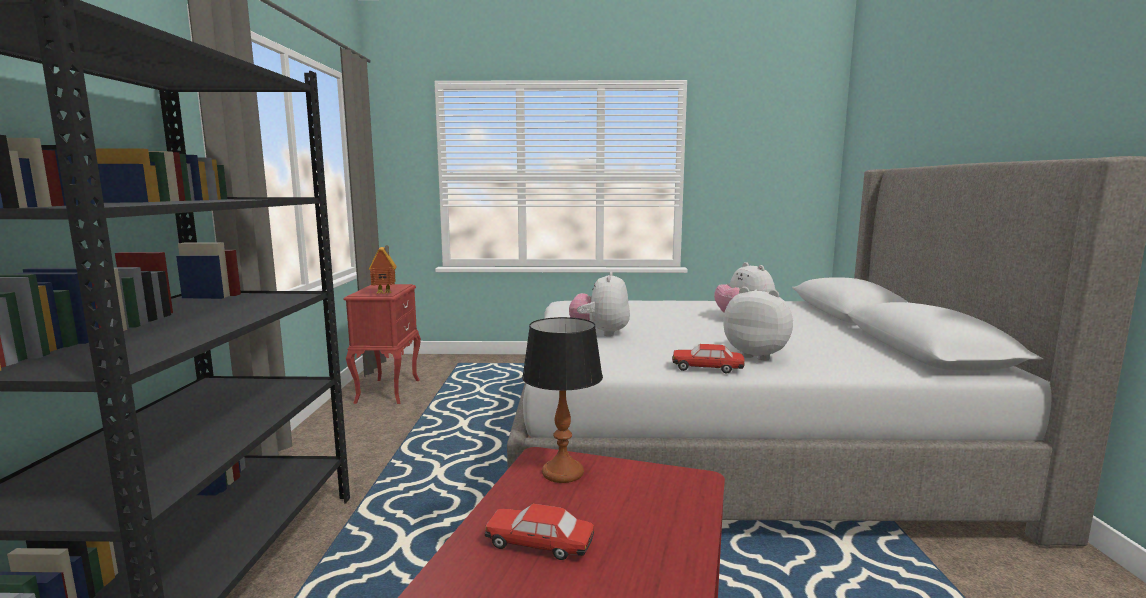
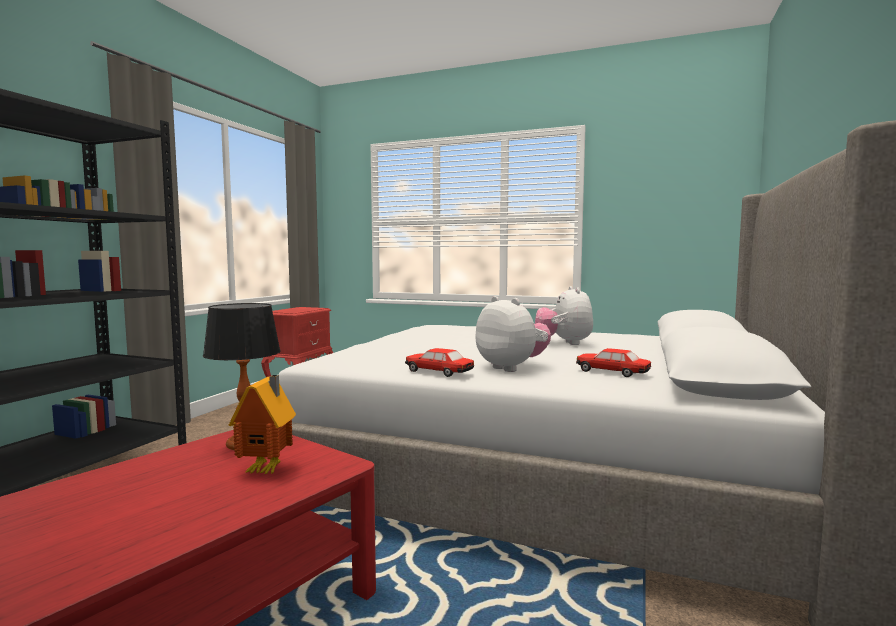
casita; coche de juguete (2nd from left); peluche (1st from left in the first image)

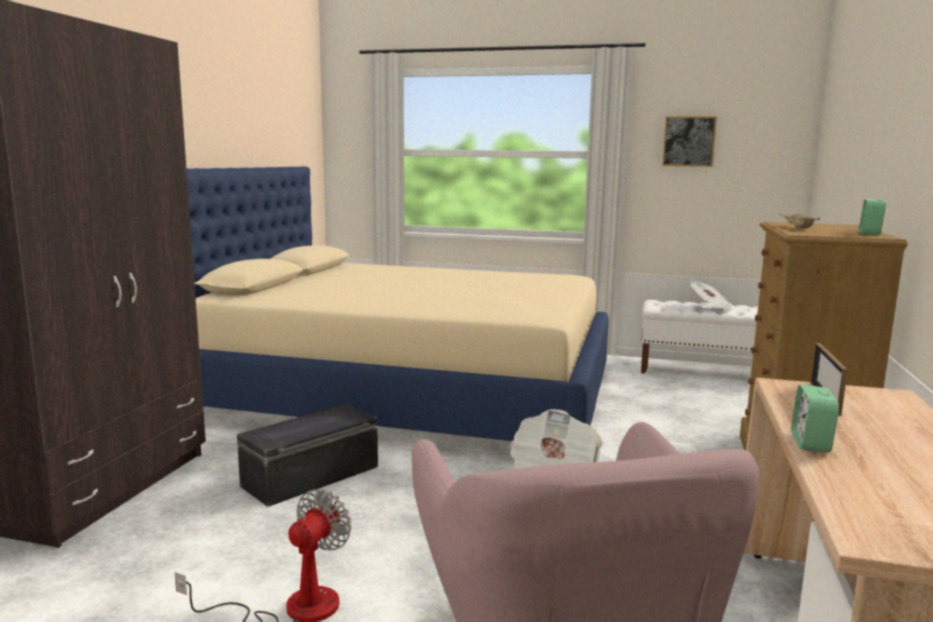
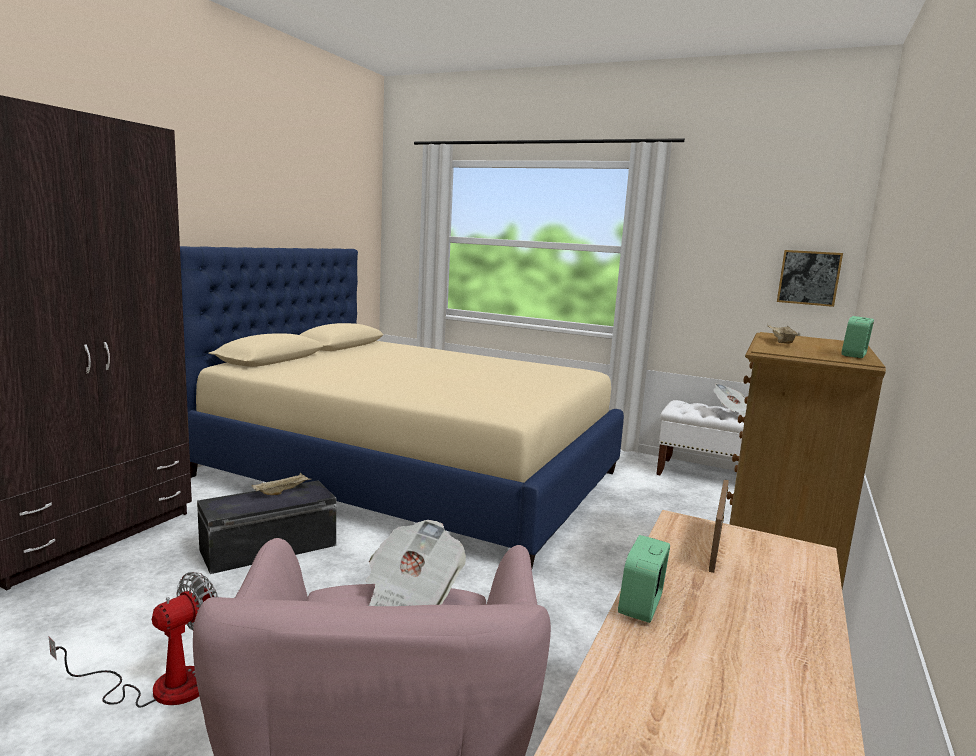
bandeja/beis (1st from left); cuadro

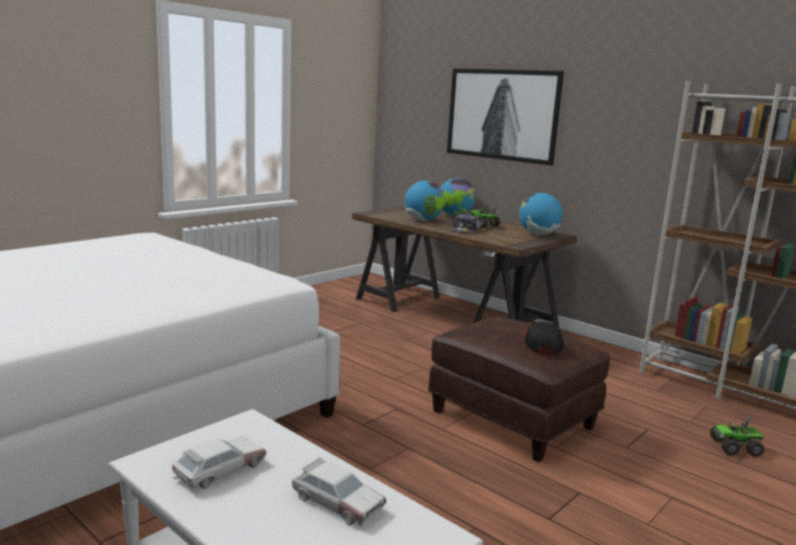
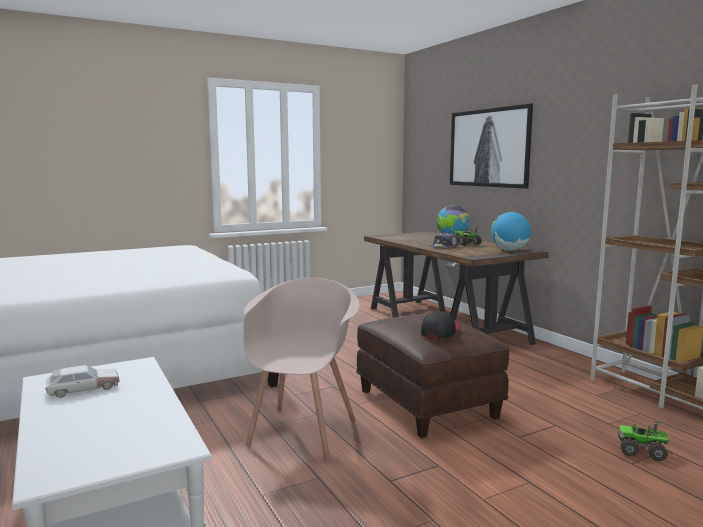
silla/beis; coche de juguete (2nd from left in the first image); globo terráqueo (1st from left in the first image)

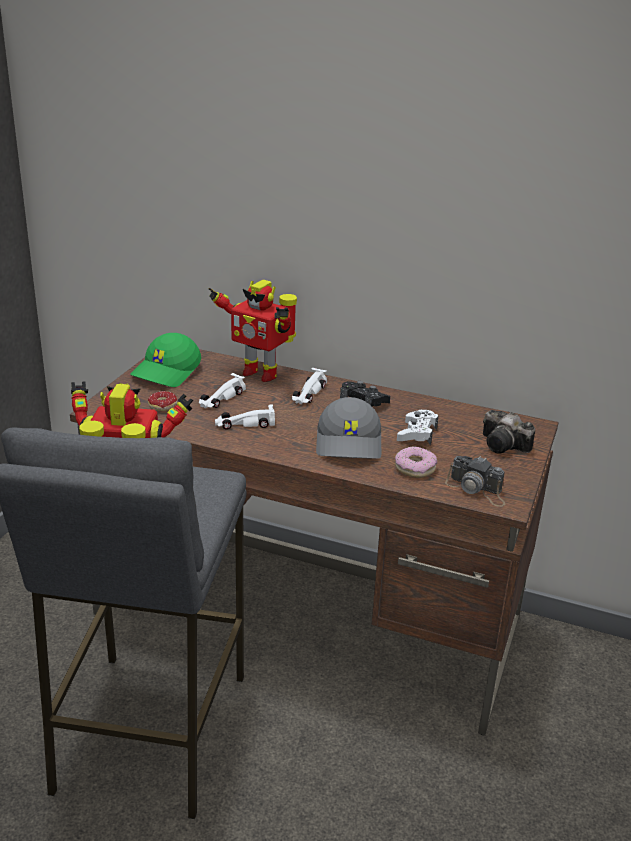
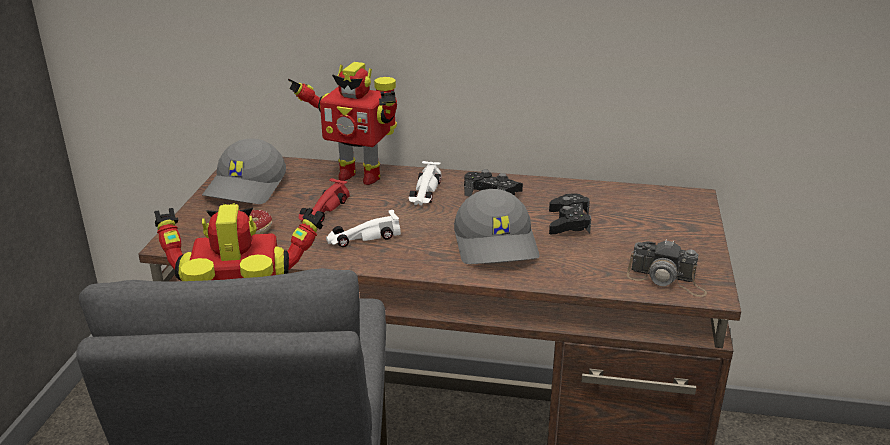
gorra/gris (1st from left); coche de juguete/rojo; mando de consola/negro (2nd from left); rosquilla (2nd from left in the first image); cámara (2nd from left in the first image)

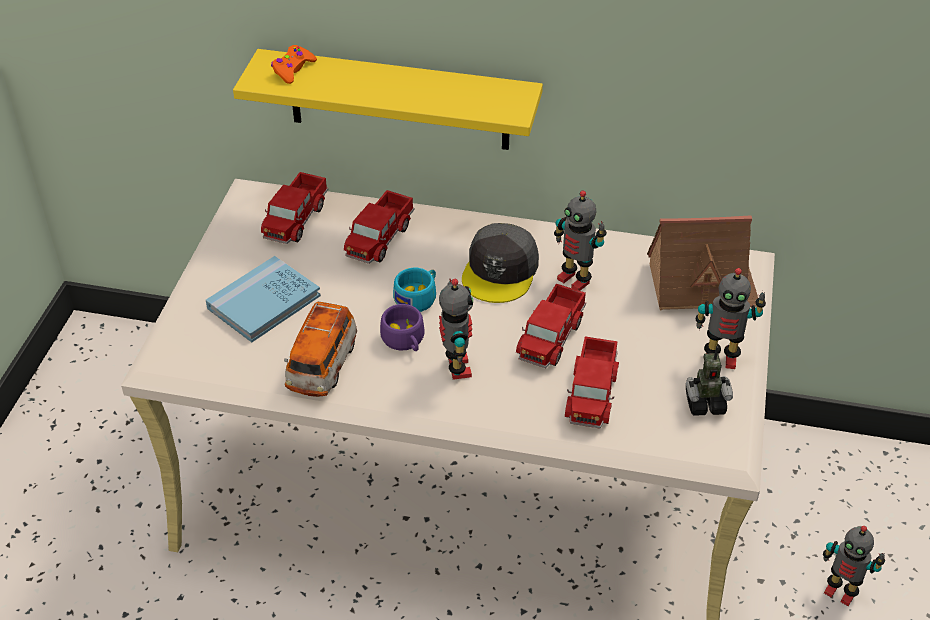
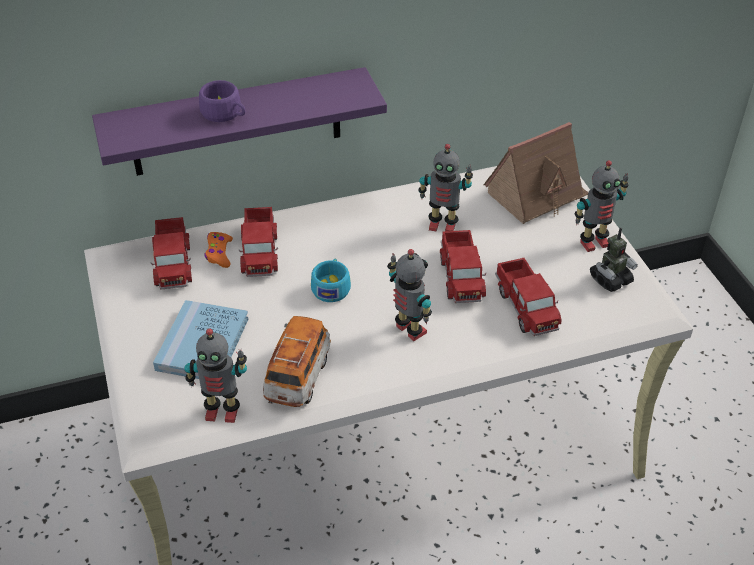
estante/morado; robot de juguete (1st from left); taza/morado; mando de consola/naranja; coche de juguete; gorra/gris

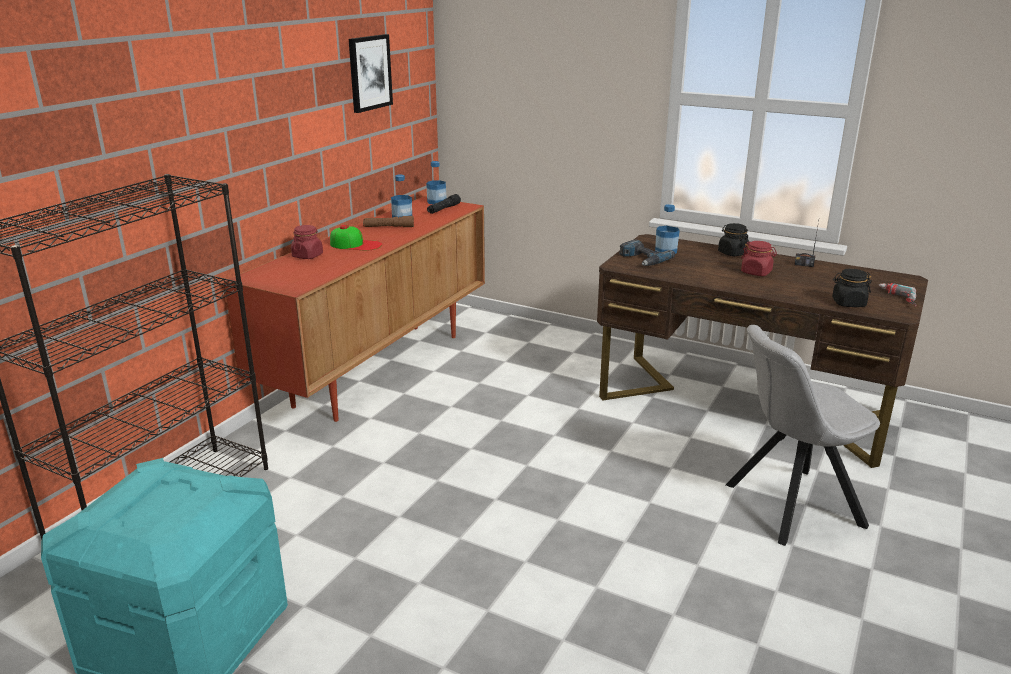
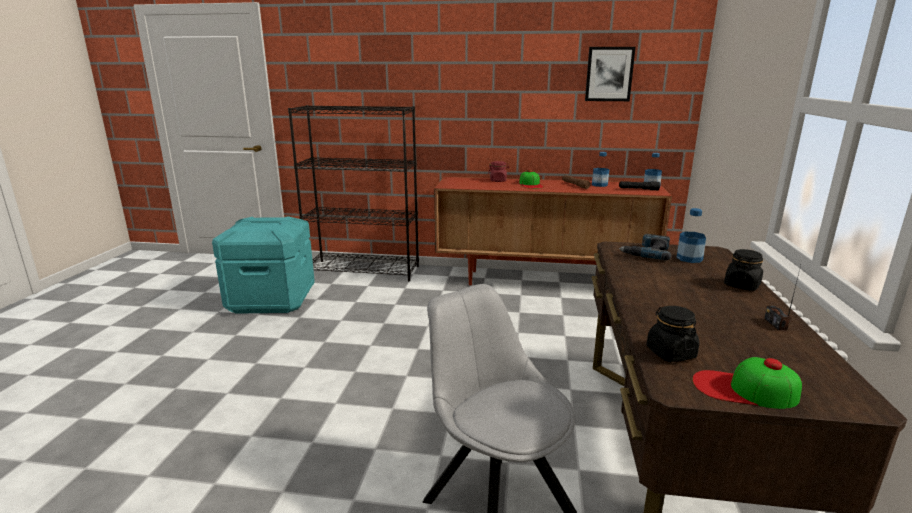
gorra (2nd from left); tarro/rojo (2nd from left in the first image)

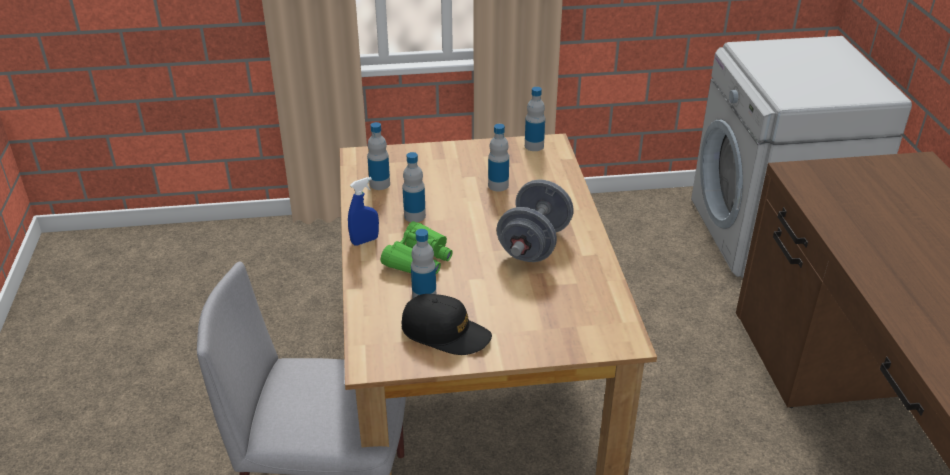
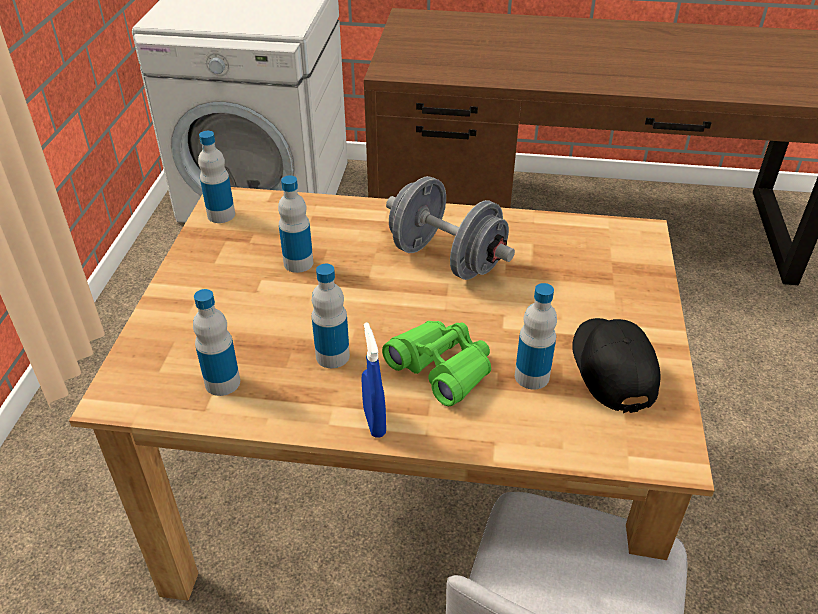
gorra/negro

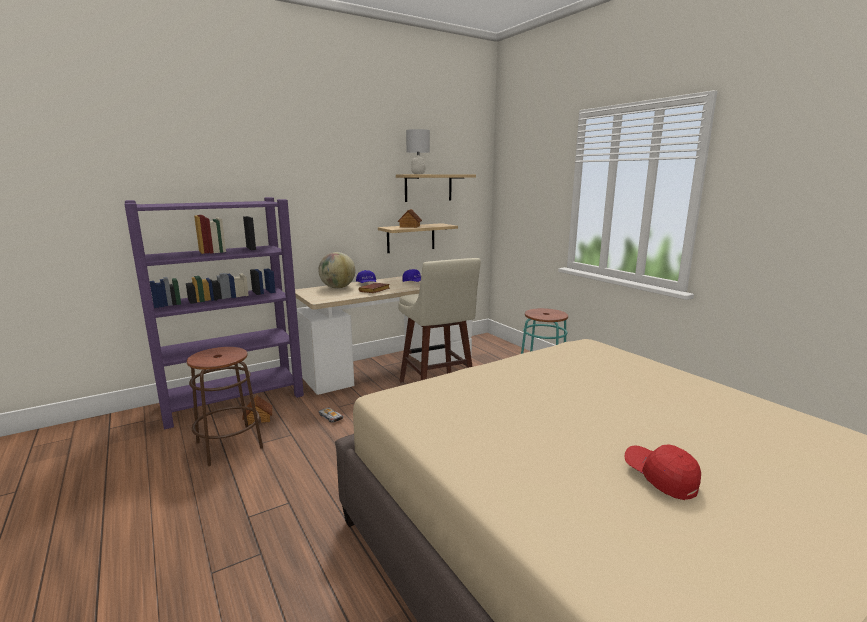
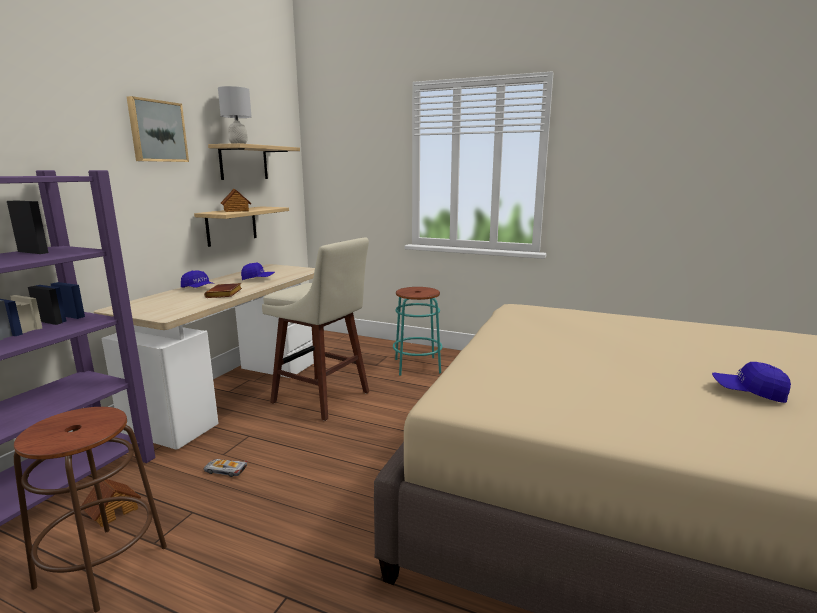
cuadro; gorra/azul (3rd from left); globo terráqueo

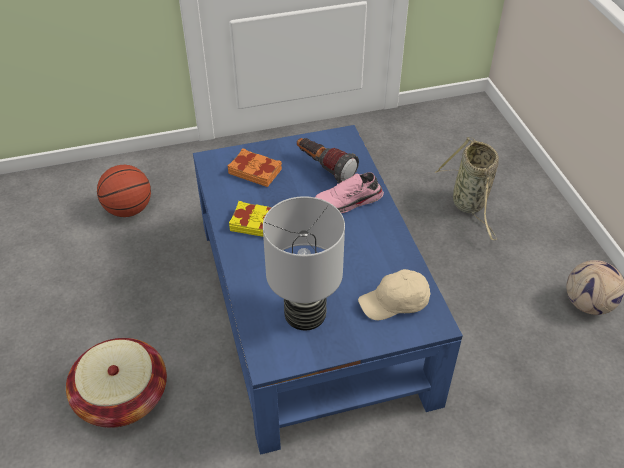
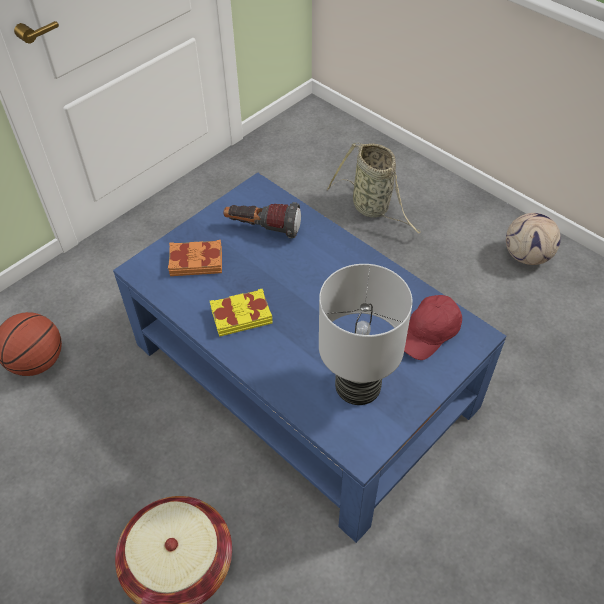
gorra/rojo; zapato/rosa

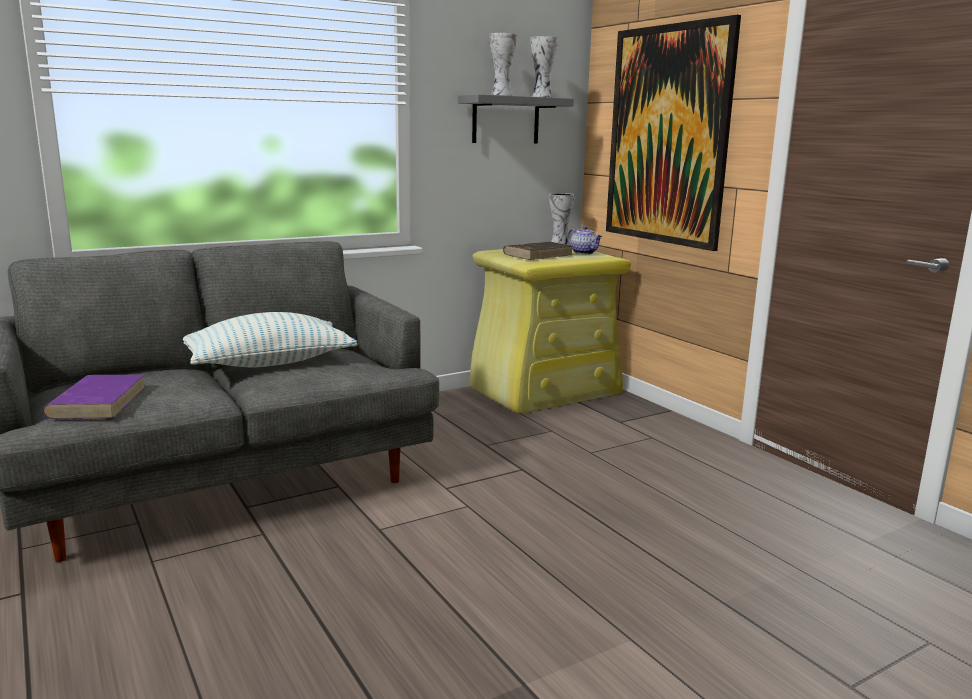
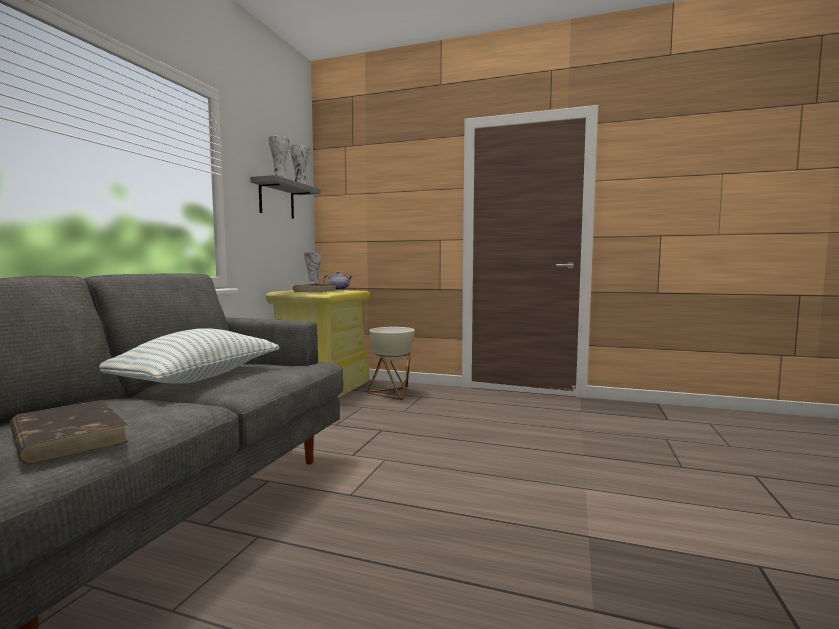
libro/marrón (1st from left); maceta; cuadro

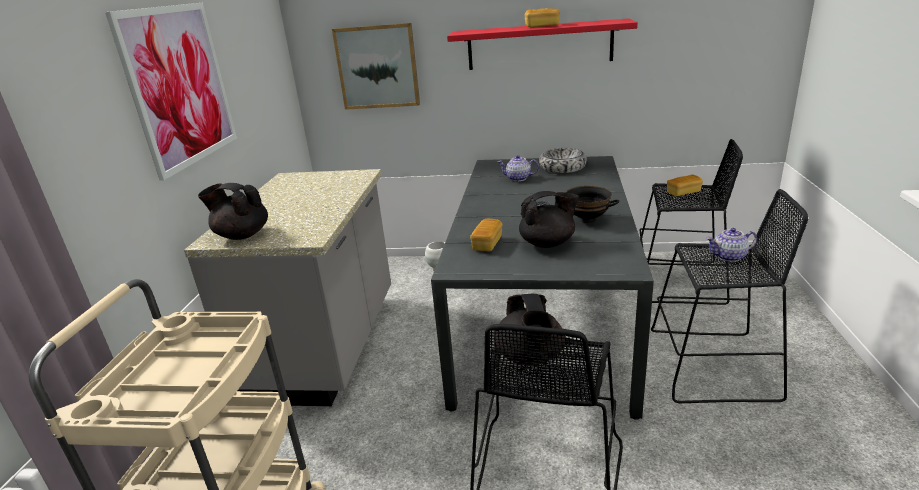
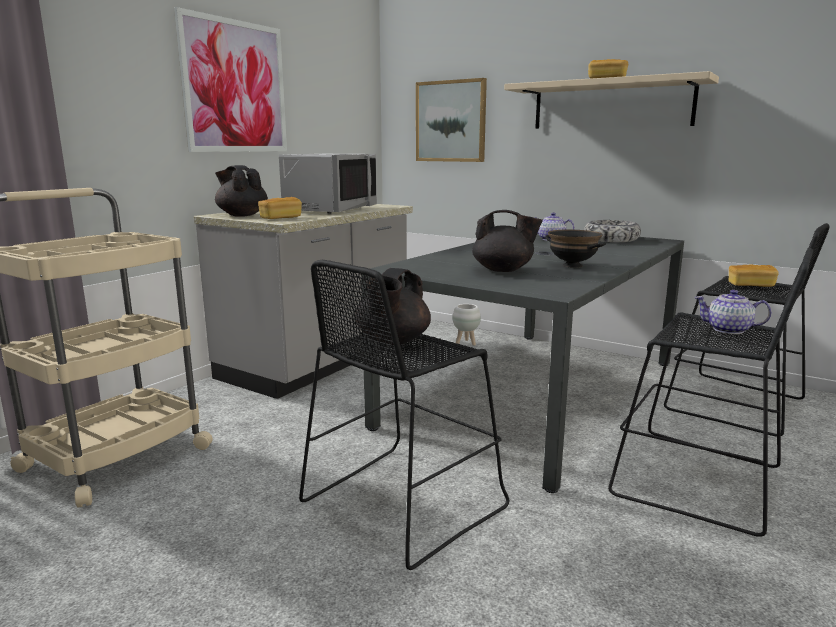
pan (1st from left); microondas/gris; estante/beis

